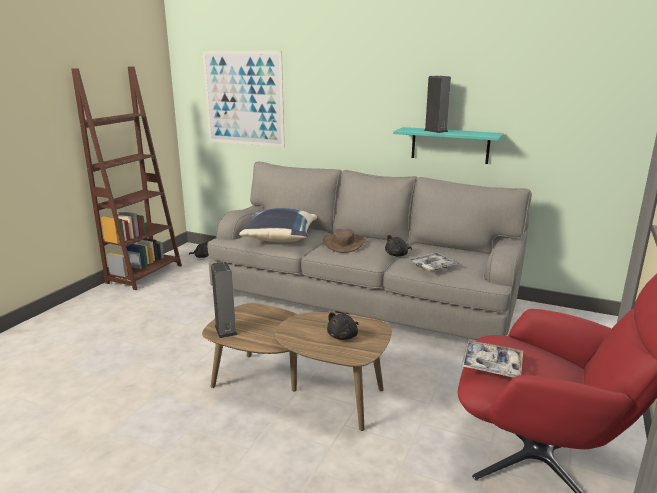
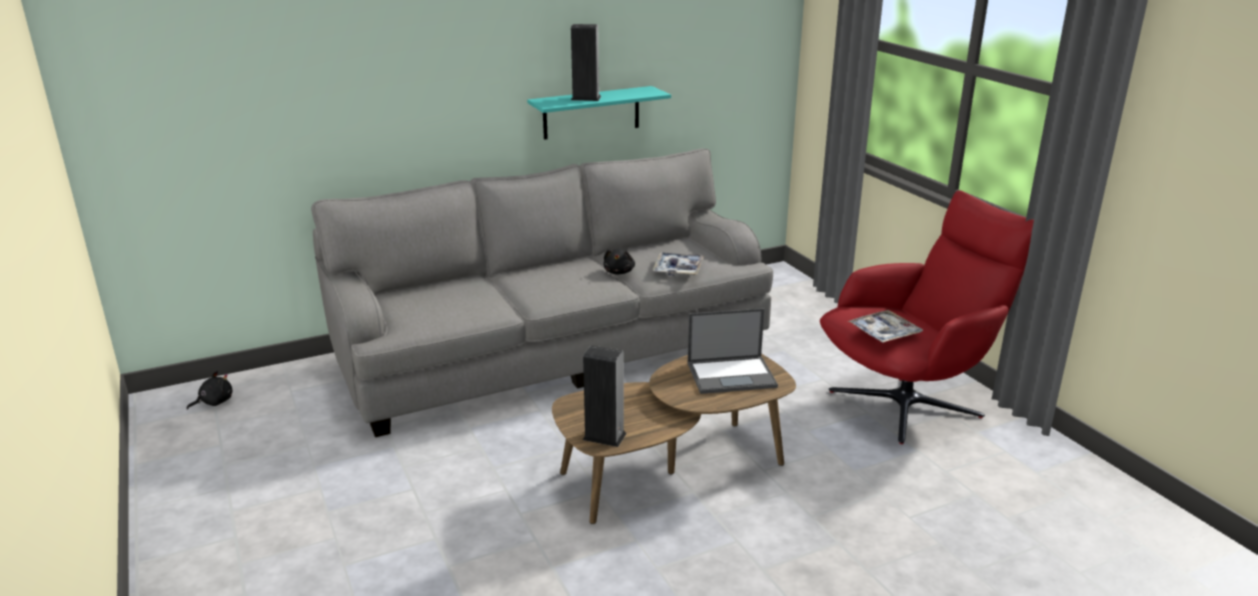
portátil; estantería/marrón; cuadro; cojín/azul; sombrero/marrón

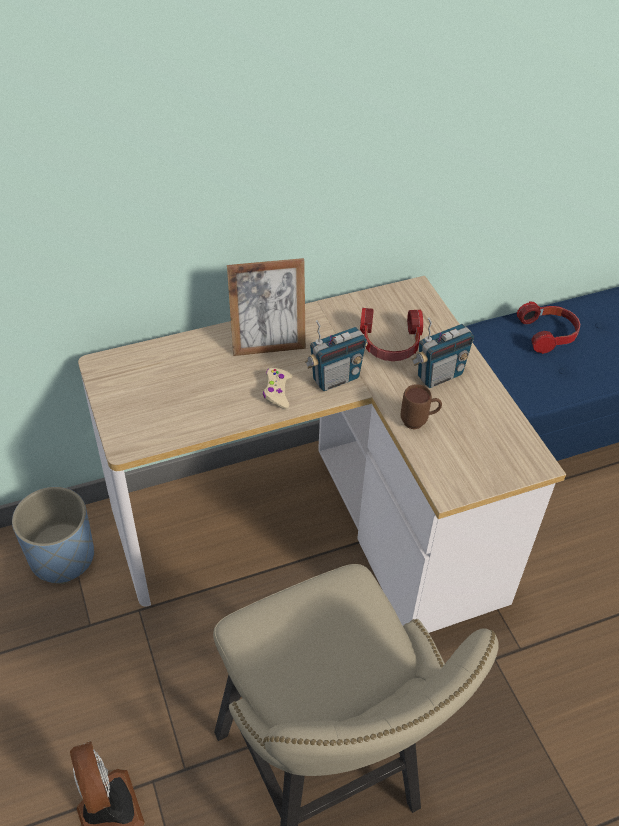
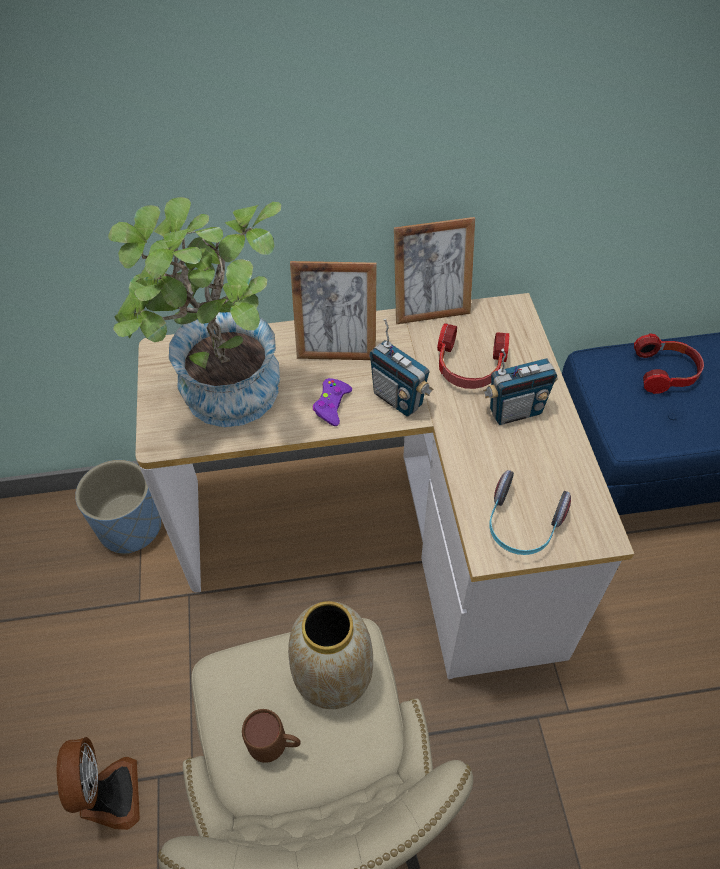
planta en maceta; taza grande/marrón; florero; mando de consola/morado; radio (1st from left); portarretratos (2nd from left); auriculares (2nd from left)

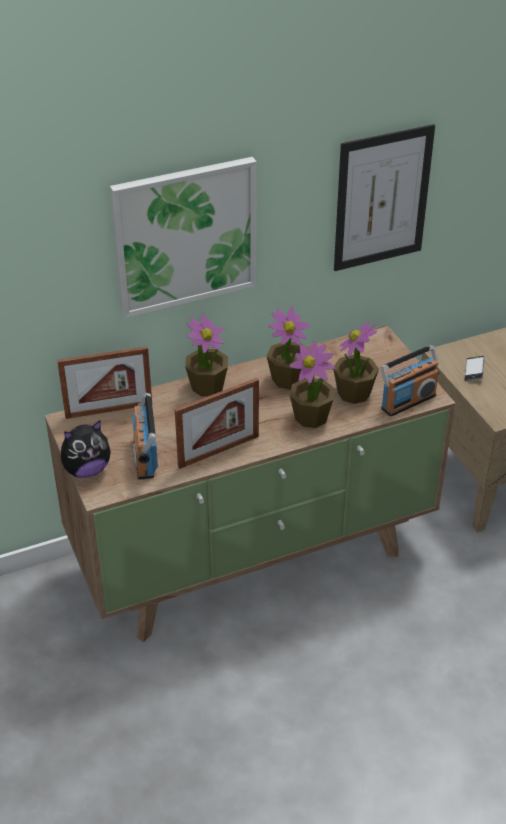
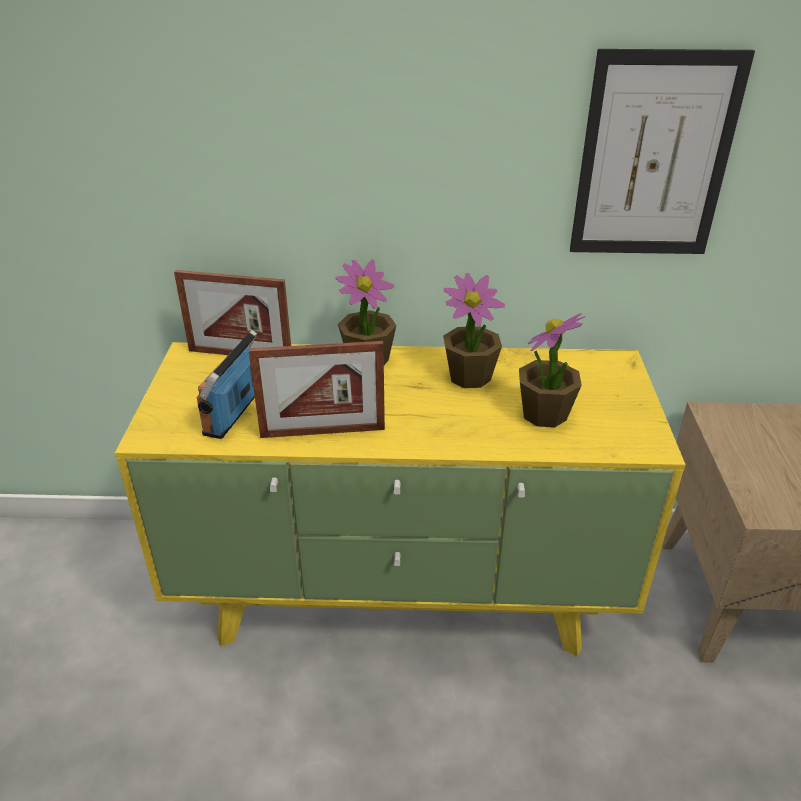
cómoda/amarillo; peluche; cuadro (1st from left in the first image); planta en maceta (3rd from left in the first image); radio (2nd from left in the first image); móvil

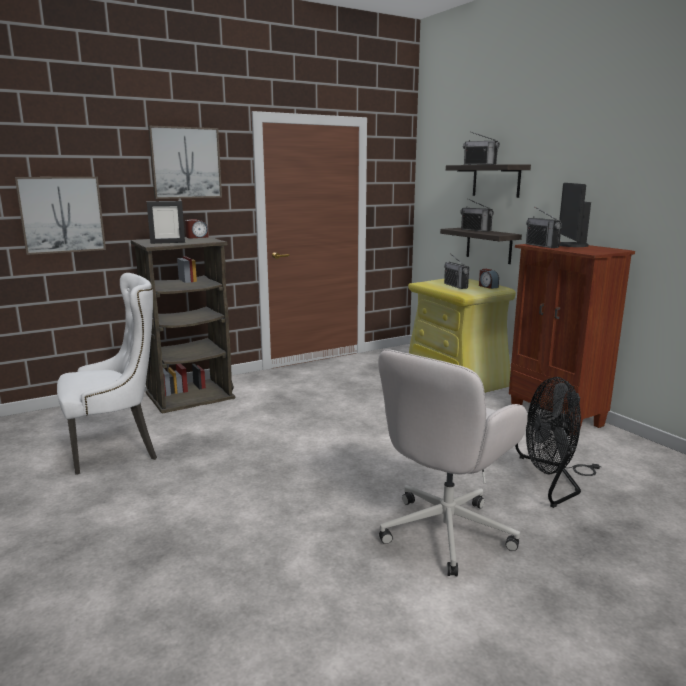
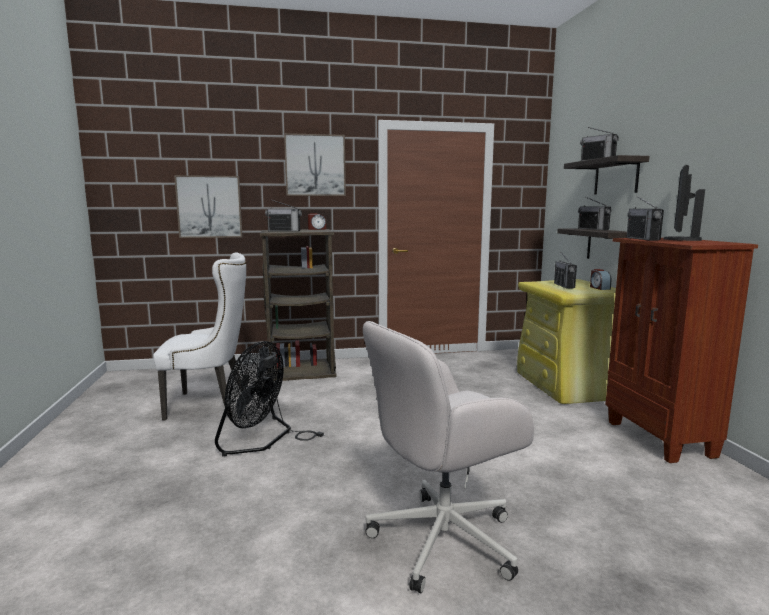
ventilador/negro; radio (1st from left)

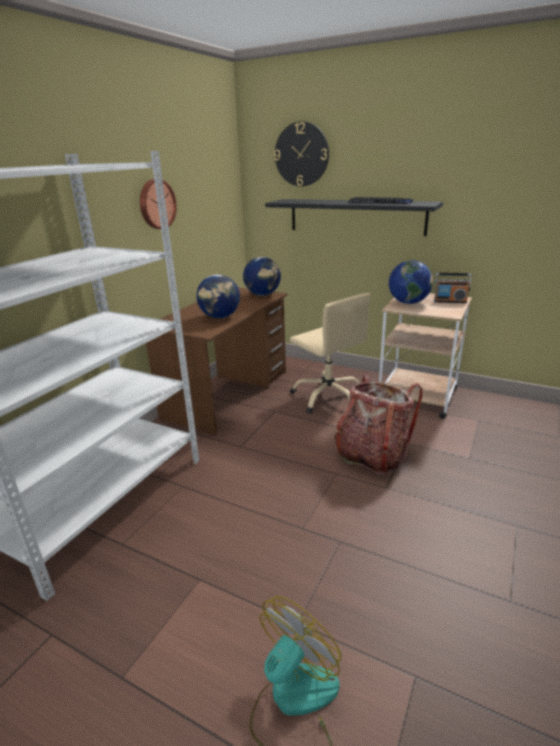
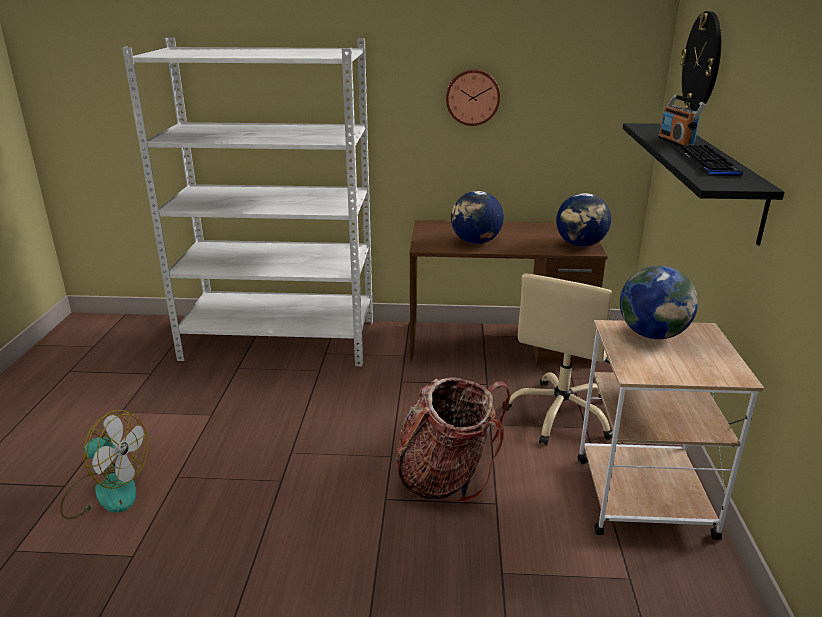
radio

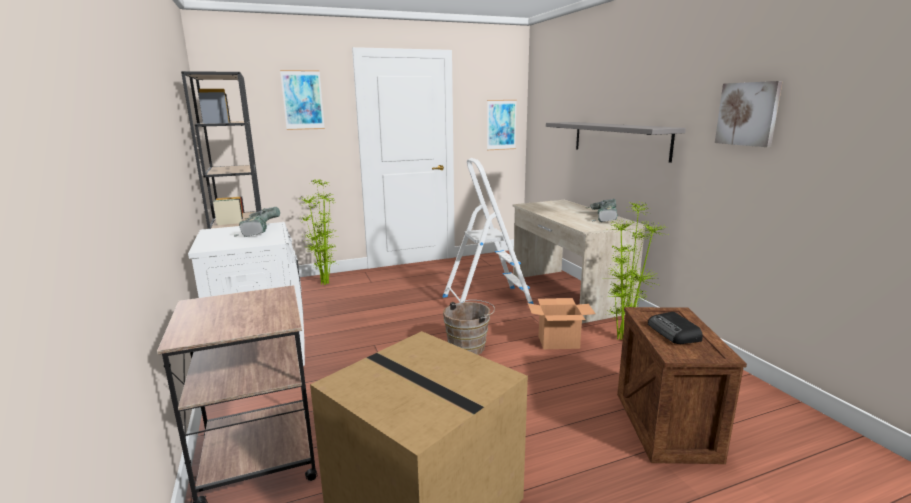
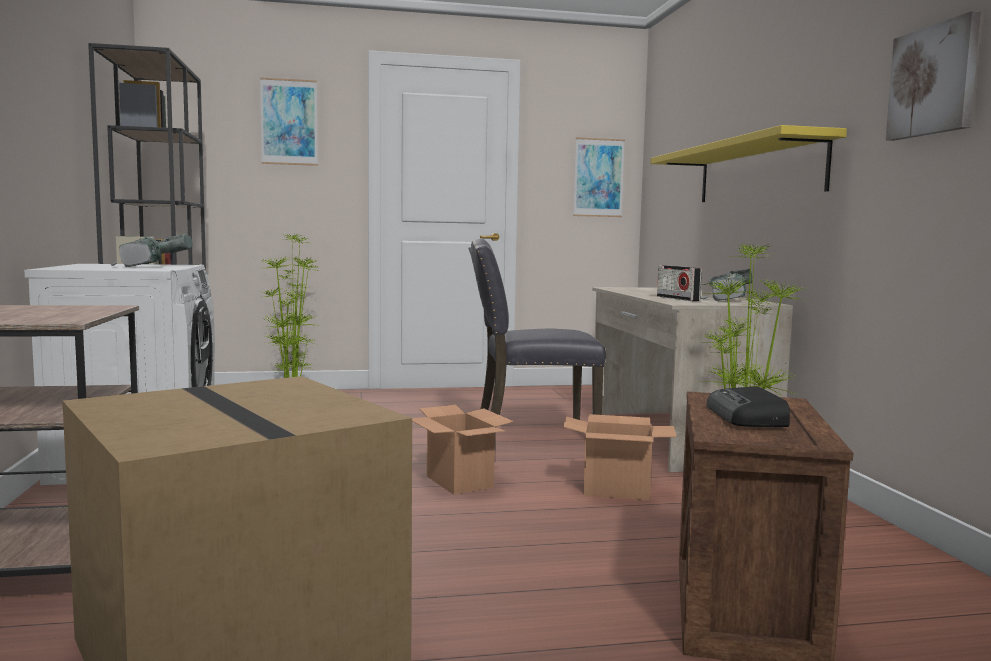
caja de cartón (2nd from left); silla/gris; estante/amarillo; radio (1st from left)

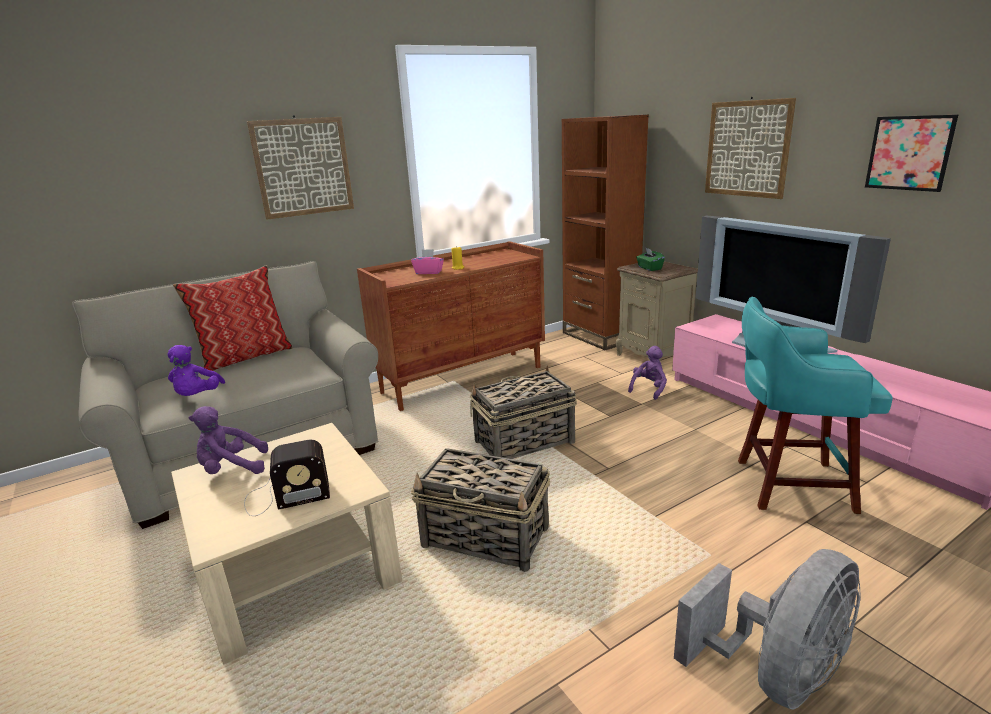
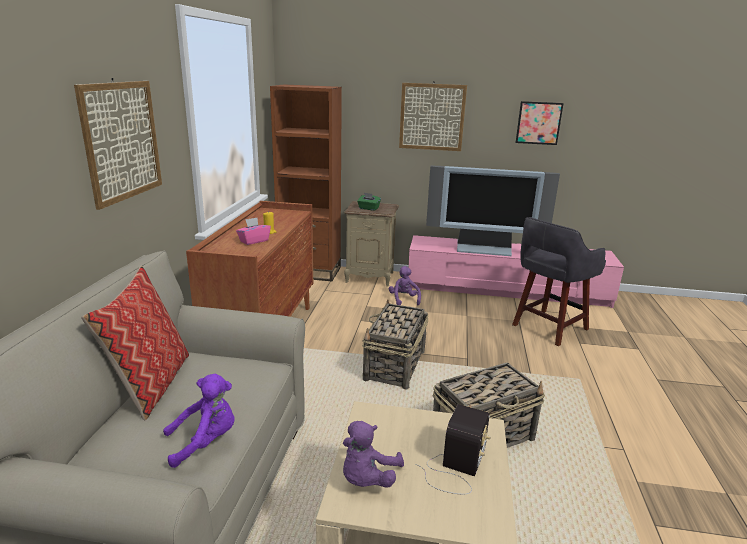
peluche/morado (1st from left); taburete/gris; ventilador/gris

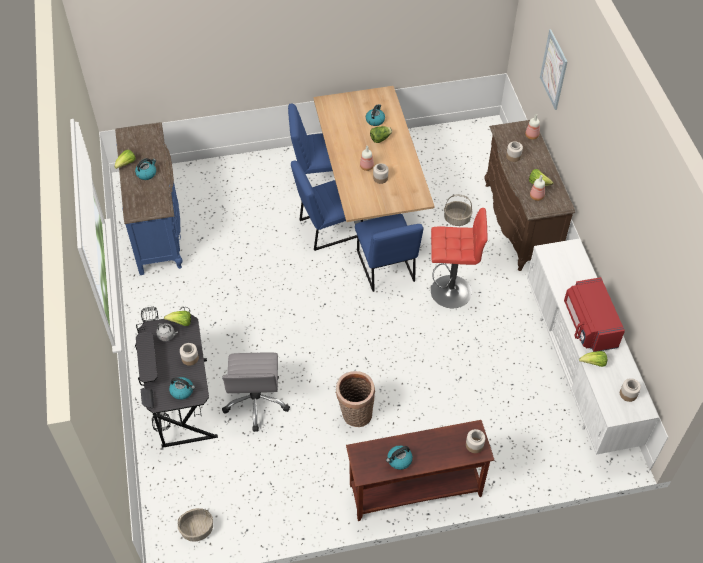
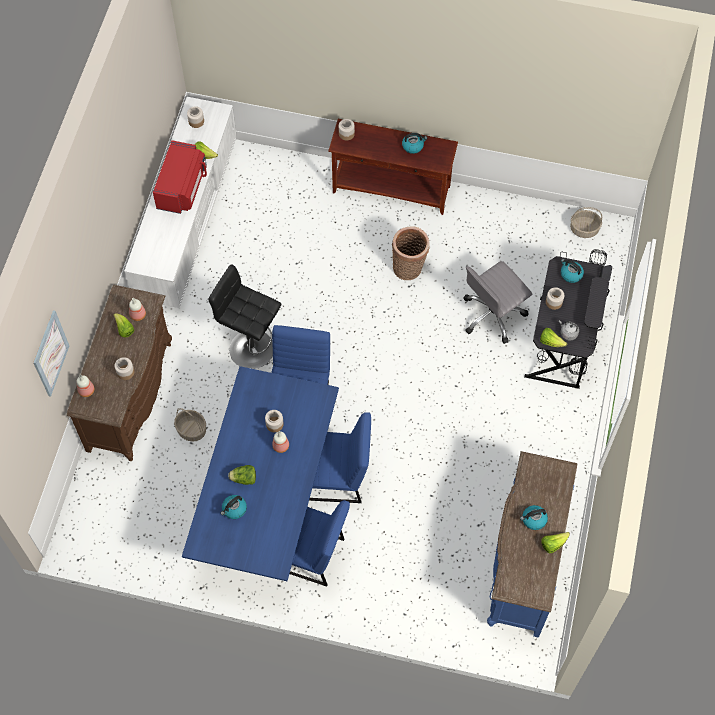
mesa de comedor/azul; taburete/negro; silla de oficina/gris

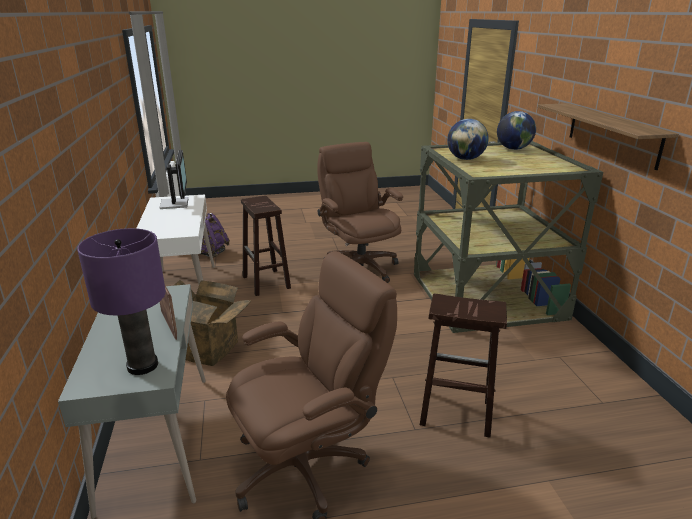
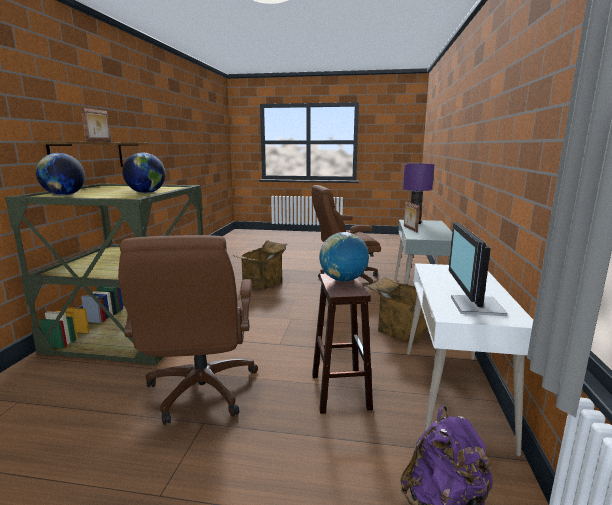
portarretratos (1st from left); caja de cartón (1st from left); globo terráqueo (3rd from left)

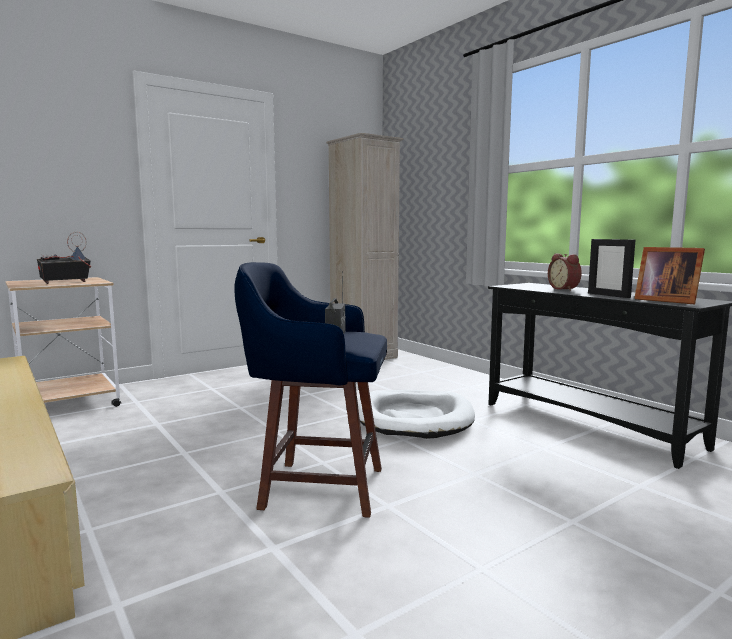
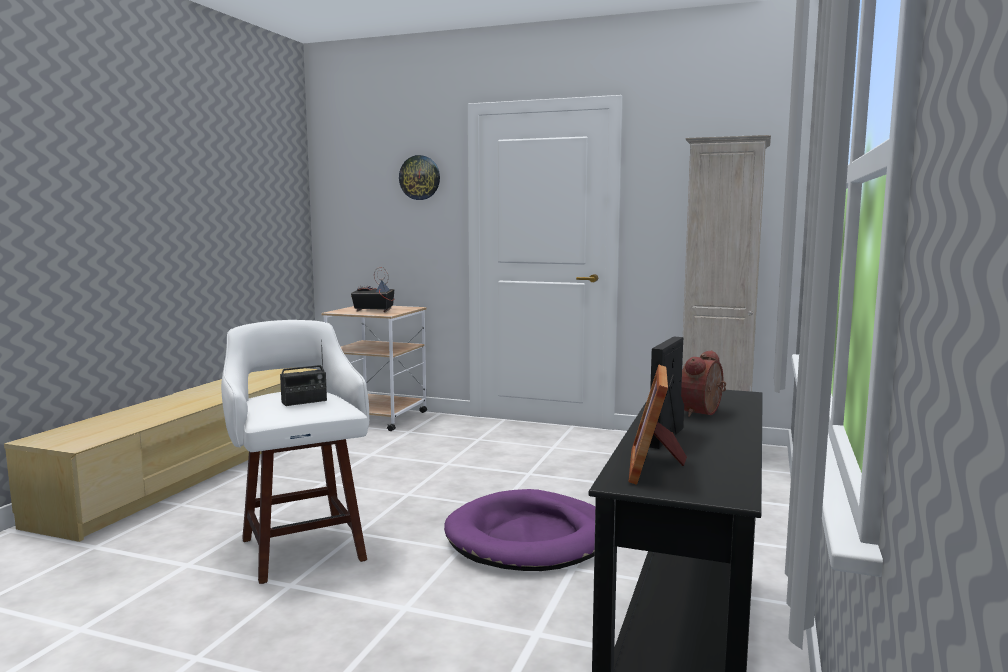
taburete/blanco; reloj de pared; cama para perro/morado

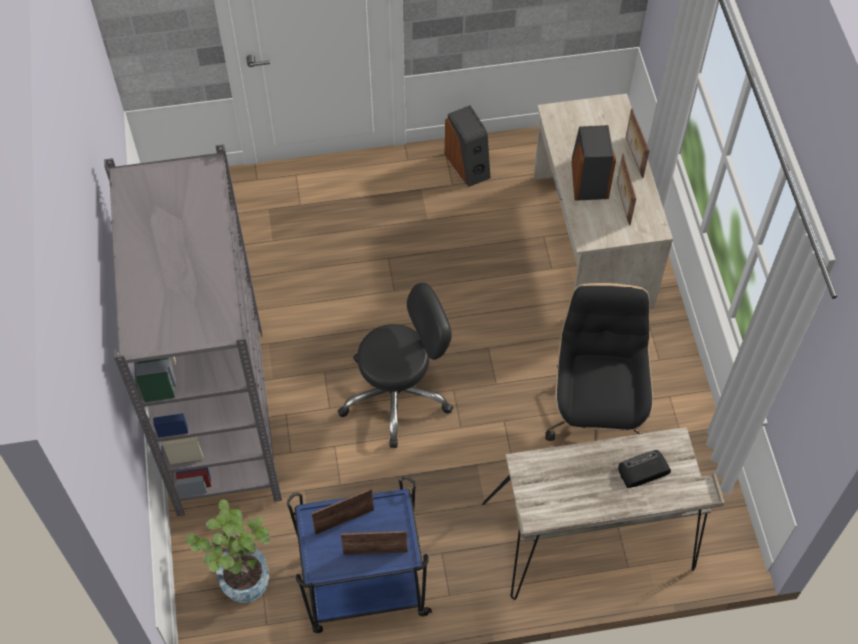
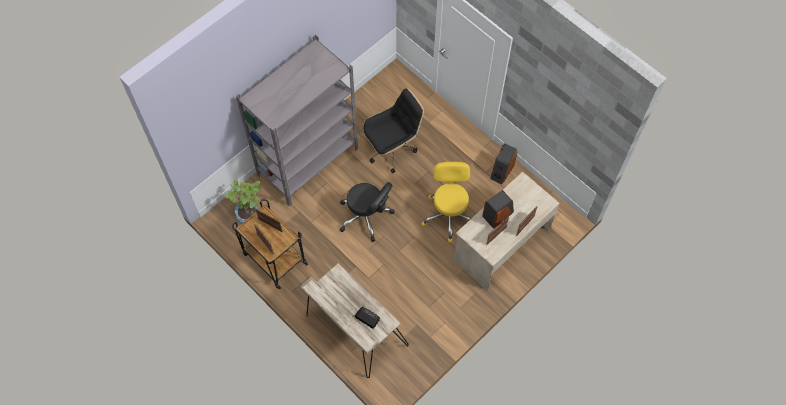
carrito/marrón; silla de oficina/negro (2nd from left); silla de oficina/amarillo

